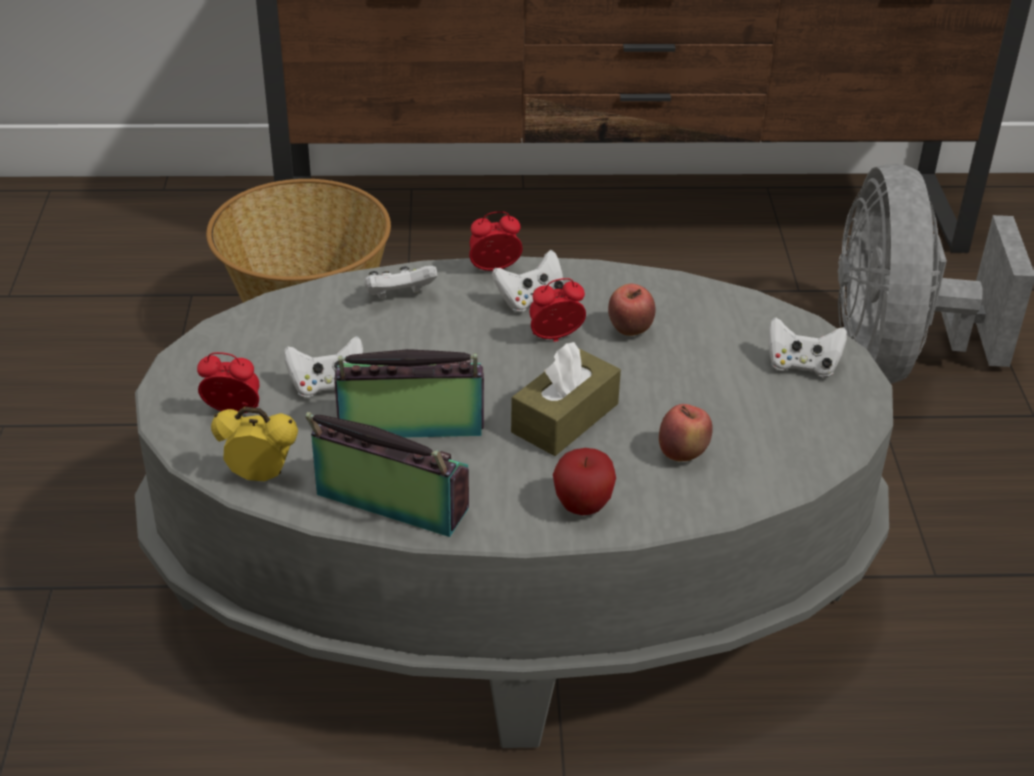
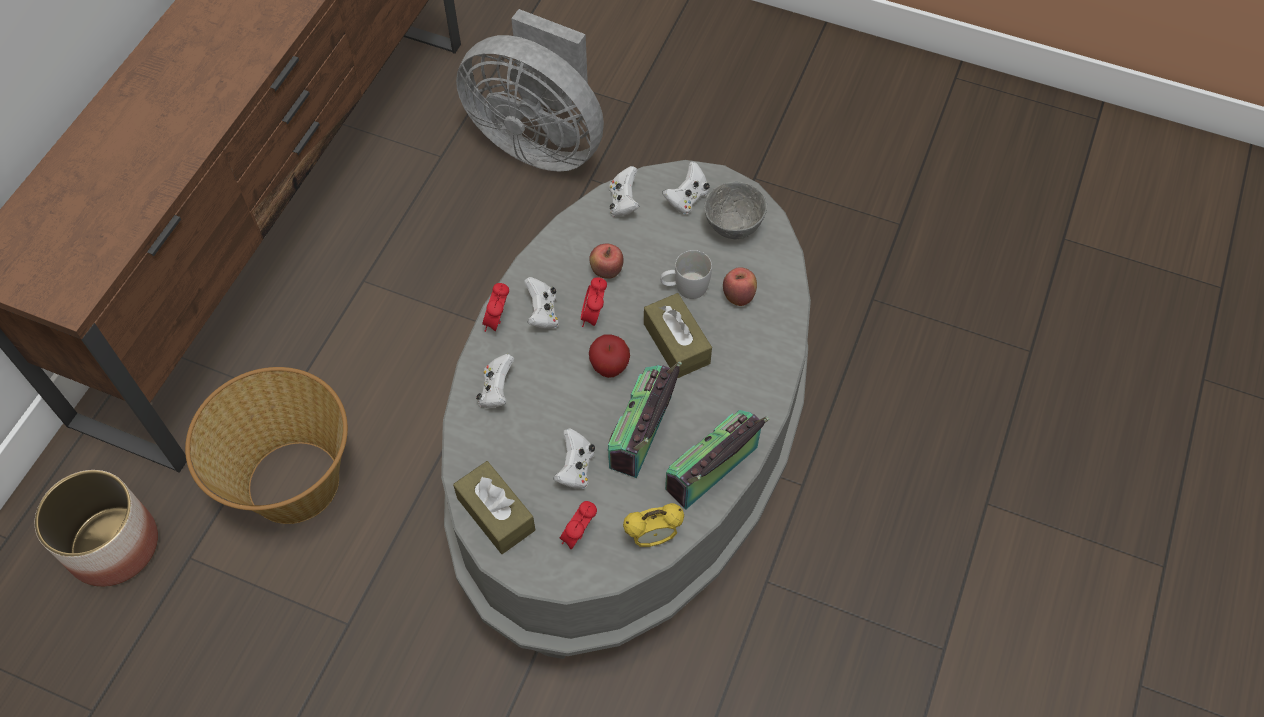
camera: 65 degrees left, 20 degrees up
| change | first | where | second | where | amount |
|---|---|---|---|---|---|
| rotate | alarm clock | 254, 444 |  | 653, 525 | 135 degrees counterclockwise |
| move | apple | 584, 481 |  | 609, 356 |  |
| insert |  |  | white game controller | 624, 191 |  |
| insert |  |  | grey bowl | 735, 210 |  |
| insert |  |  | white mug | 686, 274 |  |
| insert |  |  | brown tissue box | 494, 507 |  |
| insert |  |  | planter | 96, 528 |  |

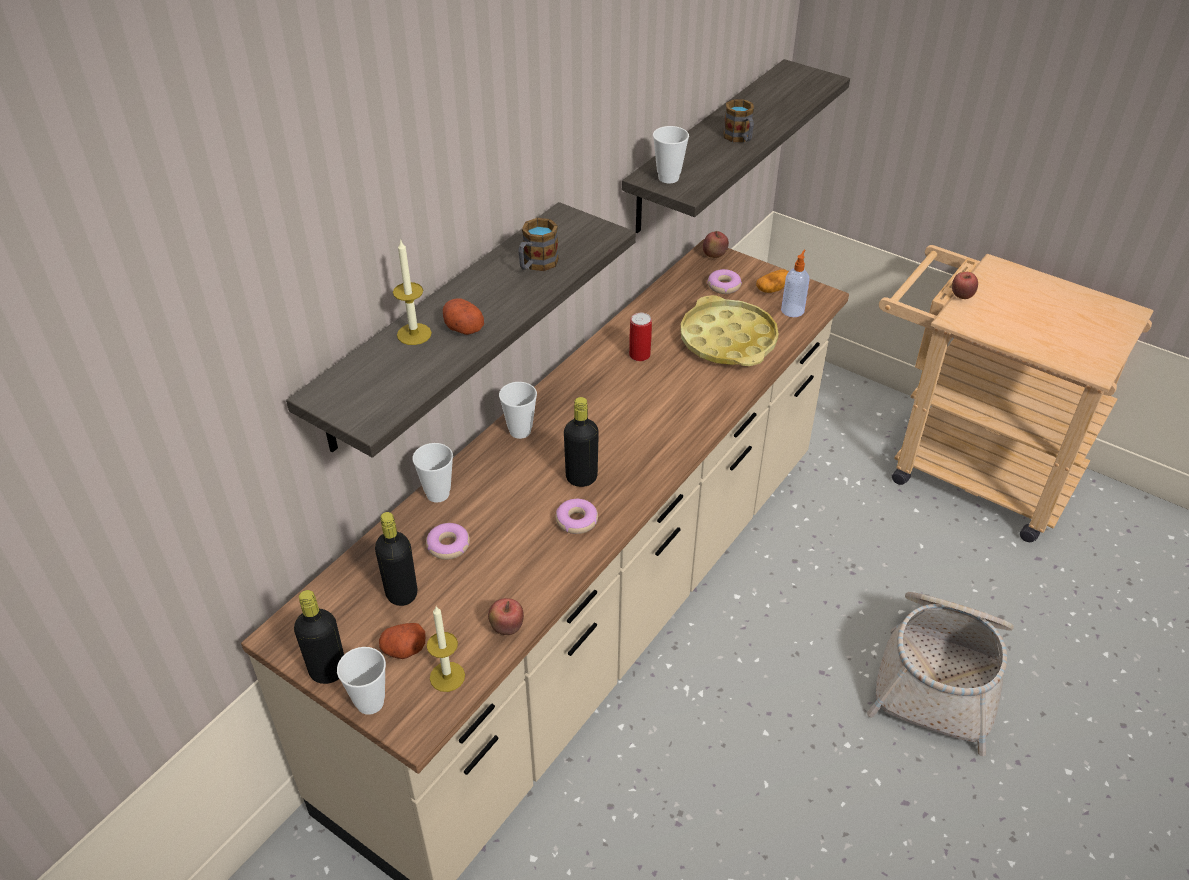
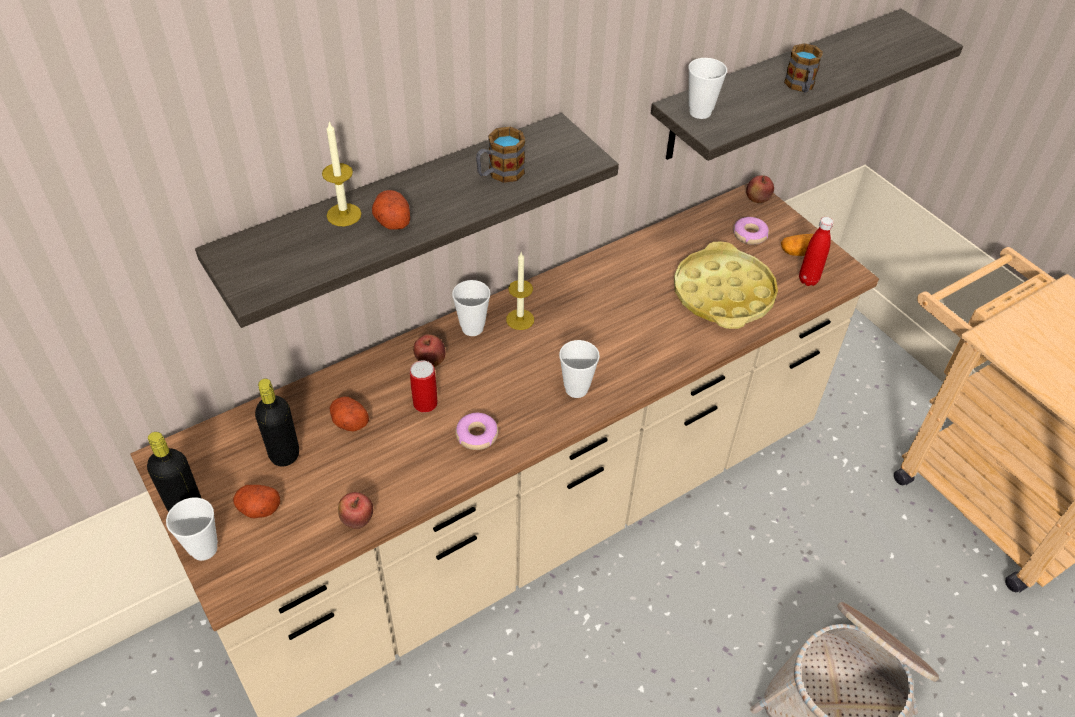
camera: 20 degrees right, 5 degrees up
| change | first | where | second | where | amount |
|---|---|---|---|---|---|
| replace | soap dispenser | 795, 283 | red bottle | 816, 251 |  |
| move | apple | 965, 285 |  | 429, 350 |  |
| move | can | 640, 337 |  | 424, 386 |  |
| delete | black bottle | 581, 442 |  |  |  |
| move | cup | 432, 473 |  | 579, 369 |  |
| replace | donut | 448, 541 | potato | 349, 414 |  |
| move | candle | 446, 649 |  | 520, 291 |  |

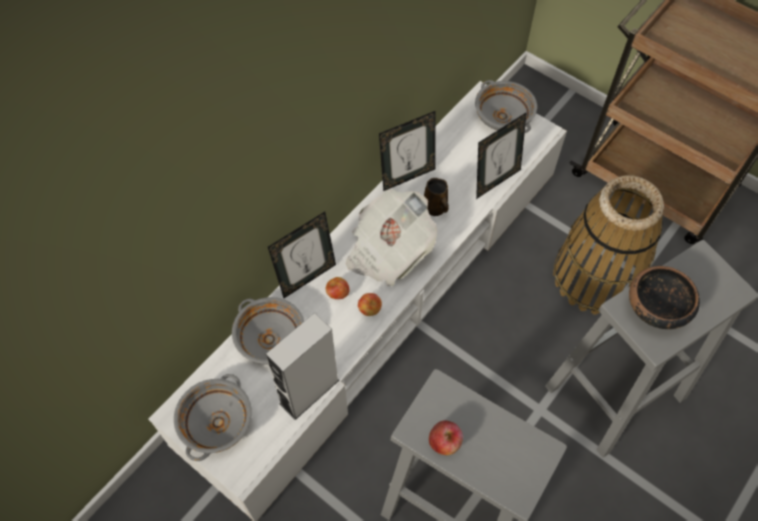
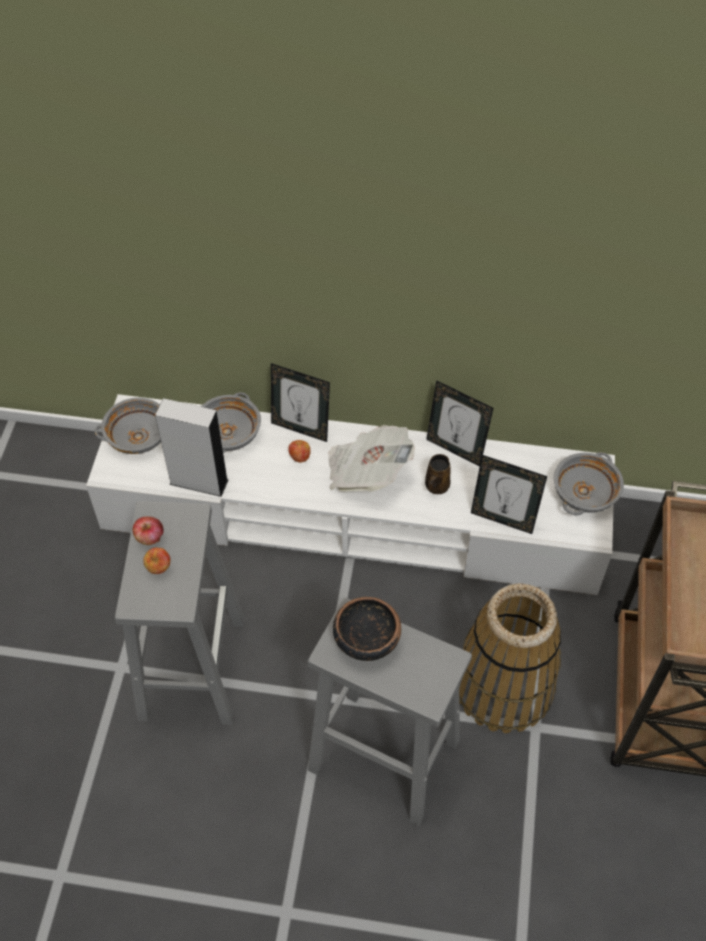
camera: 60 degrees right, 5 degrees down
| change | first | where | second | where | amount |
|---|---|---|---|---|---|
| move | apple | 370, 304 |  | 156, 560 |  |

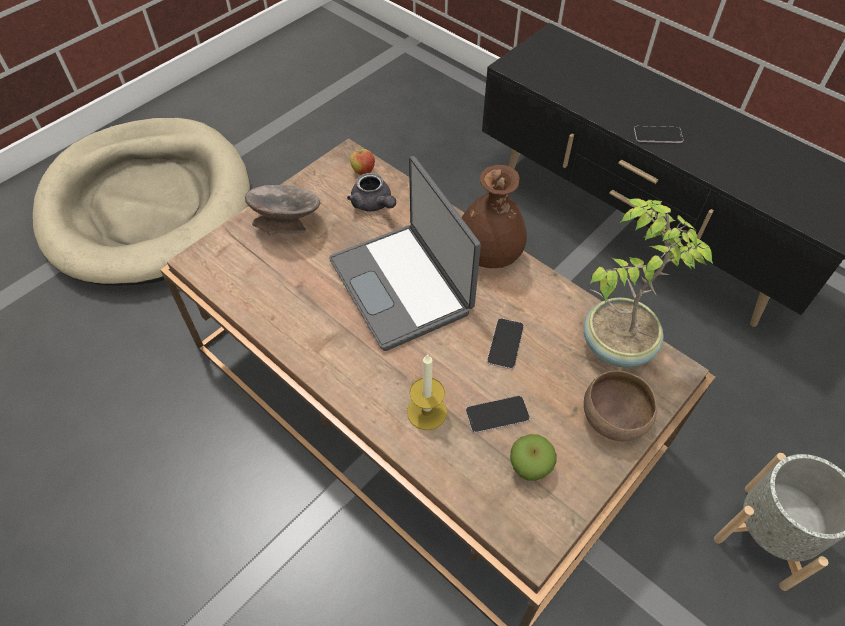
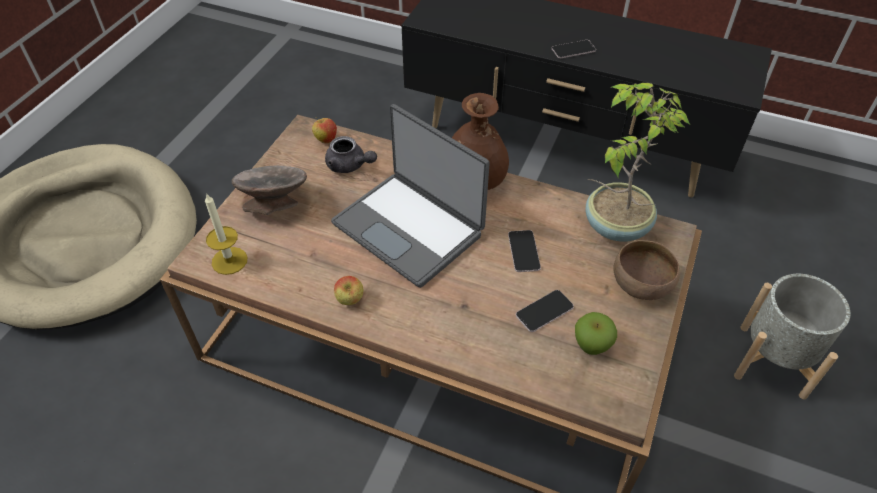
camera: 20 degrees left, 5 degrees down
| change | first | where | second | where | amount |
|---|---|---|---|---|---|
| move | candle | 427, 392 |  | 226, 234 |  |
| insert |  |  | apple | 348, 290 |  |

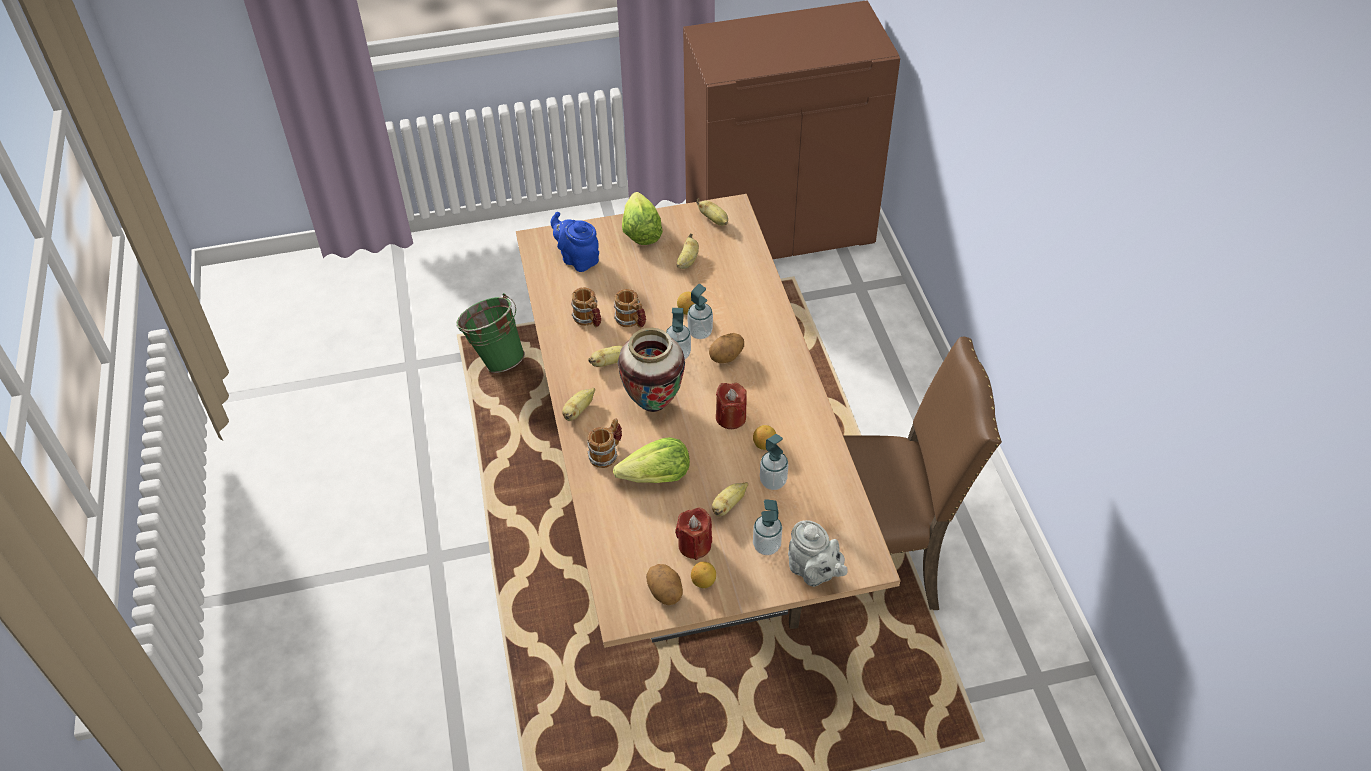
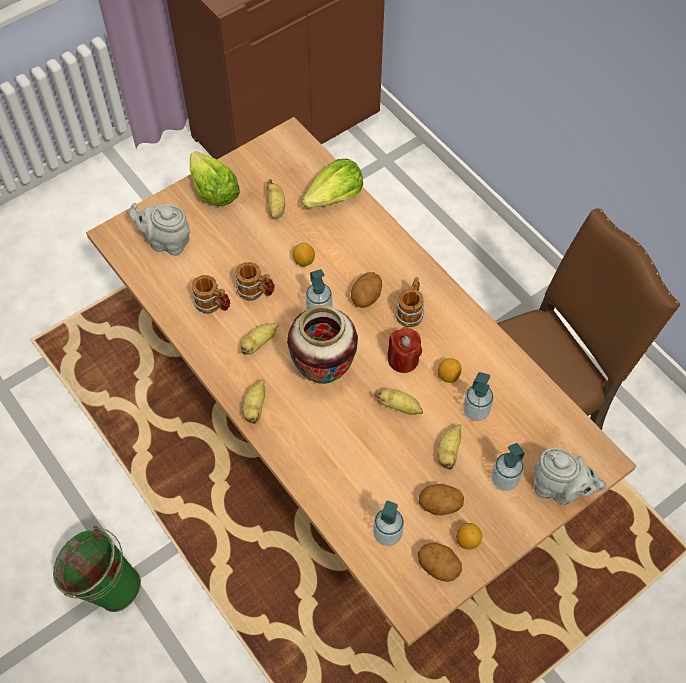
camera: 25 degrees left, 10 degrees up
| change | first | where | second | where | amount |
|---|---|---|---|---|---|
| move | banana | 712, 212 |  | 399, 401 |  |
| recolor | blue teapot | 575, 242 | grey teapot | 159, 229 |  |
| move | soap dispenser | 700, 311 |  | 388, 523 |  |
| move | green bucket | 490, 333 |  | 97, 569 |  |
| move | mug | 604, 443 |  | 409, 302 |  |
| move | lettuce | 651, 460 |  | 332, 183 |  |
| replace | red candle | 693, 534 | potato | 441, 499 |  |

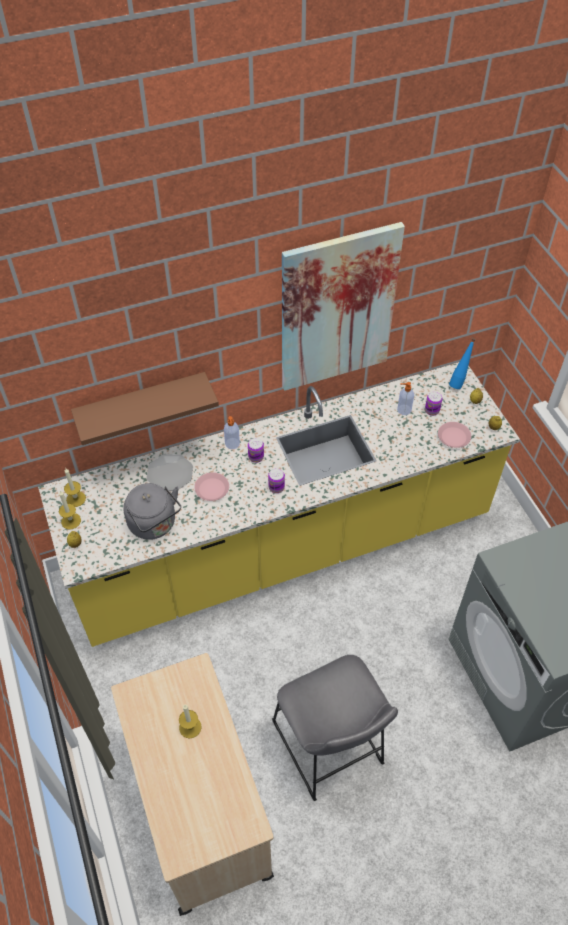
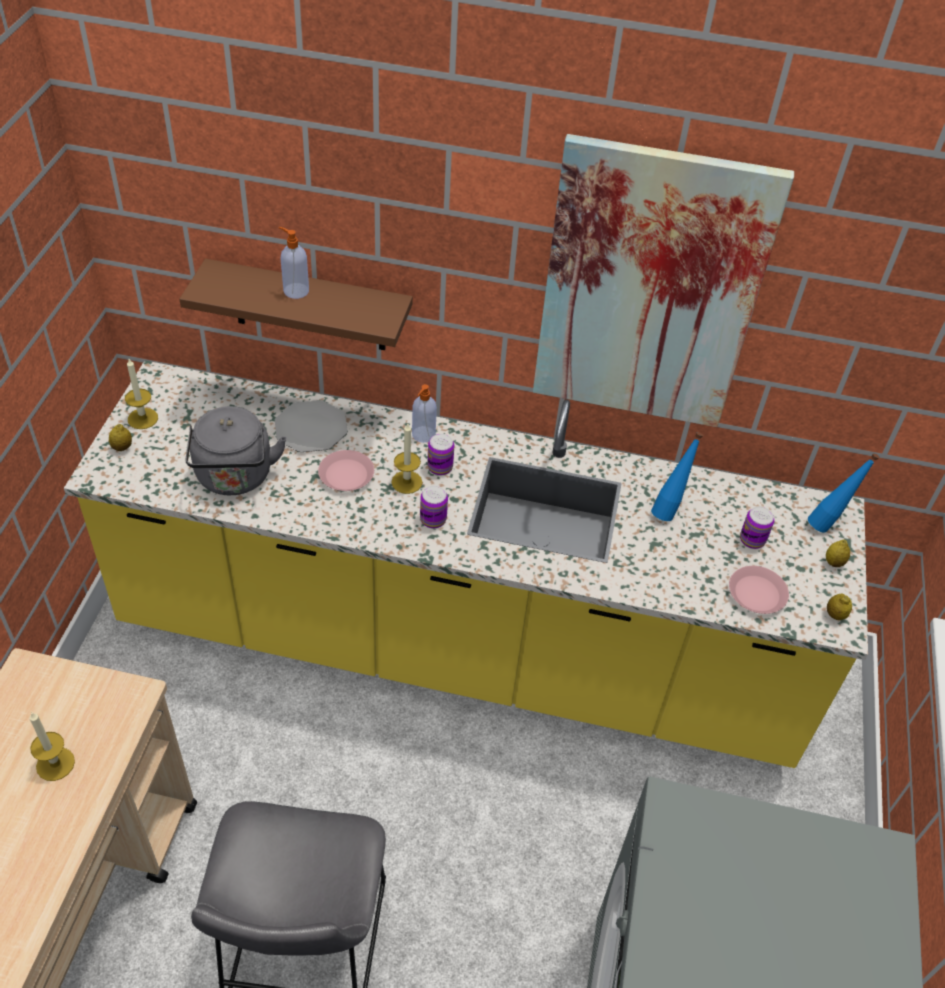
camera: 30 degrees right, 5 degrees down
| change | first | where | second | where | amount |
|---|---|---|---|---|---|
| move | soap dispenser | 405, 398 |  | 294, 263 |  |
| move | candle | 75, 488 |  | 406, 459 |  |
| insert |  |  | blue bottle | 677, 476 |  |

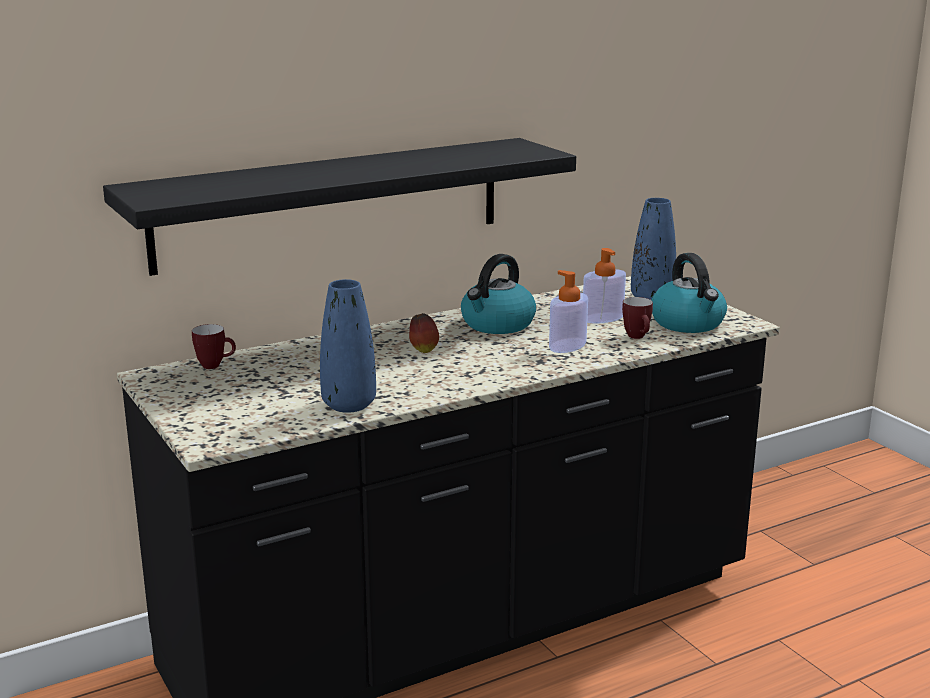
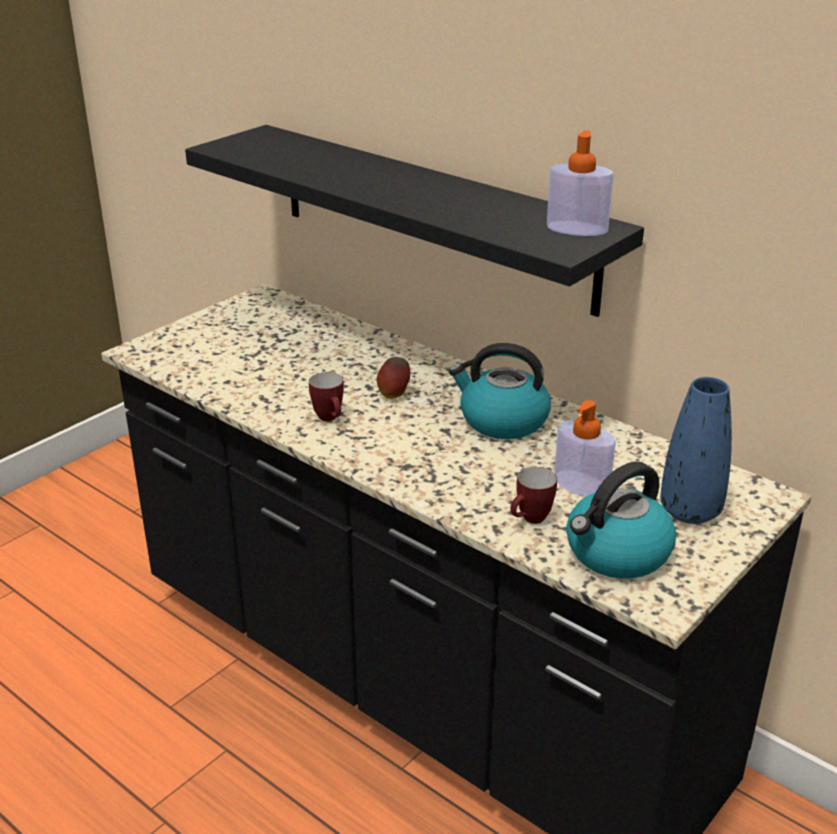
camera: 70 degrees right, 10 degrees up
| change | first | where | second | where | amount |
|---|---|---|---|---|---|
| move | soap dispenser | 568, 311 |  | 580, 183 |  |
| delete | blue vase | 348, 346 |  |  |  |
| move | mug | 214, 346 |  | 326, 396 |  |

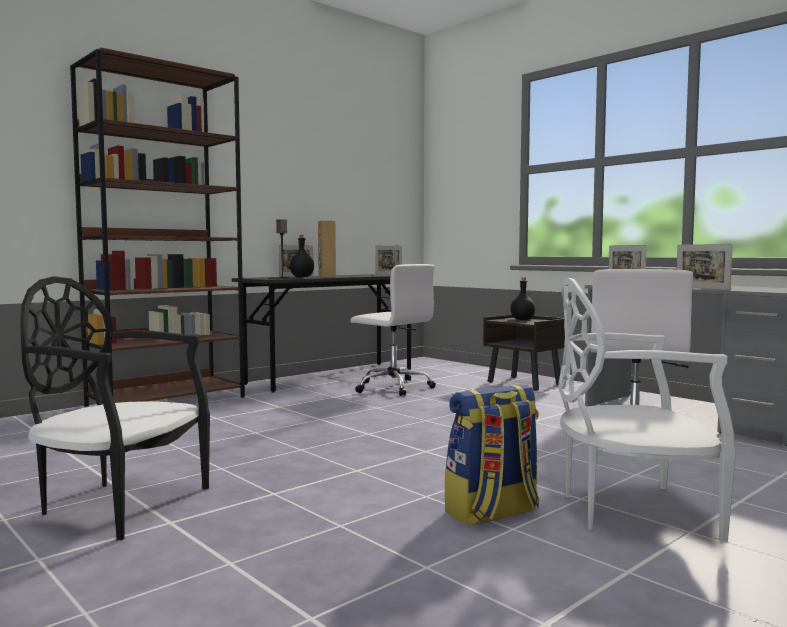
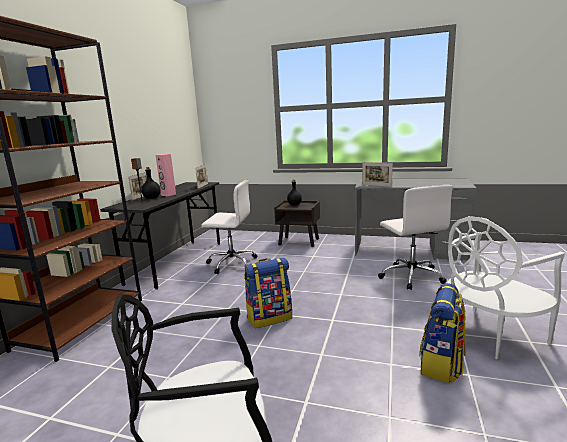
camera: 30 degrees left, 10 degrees up
| change | first | where | second | where | amount |
|---|---|---|---|---|---|
| recolor | brown speaker | 327, 249 | pink speaker | 166, 175 |  |
| delete | picture frame | 705, 267 |  |  |  |
| insert |  |  | backpack | 268, 293 |  |

